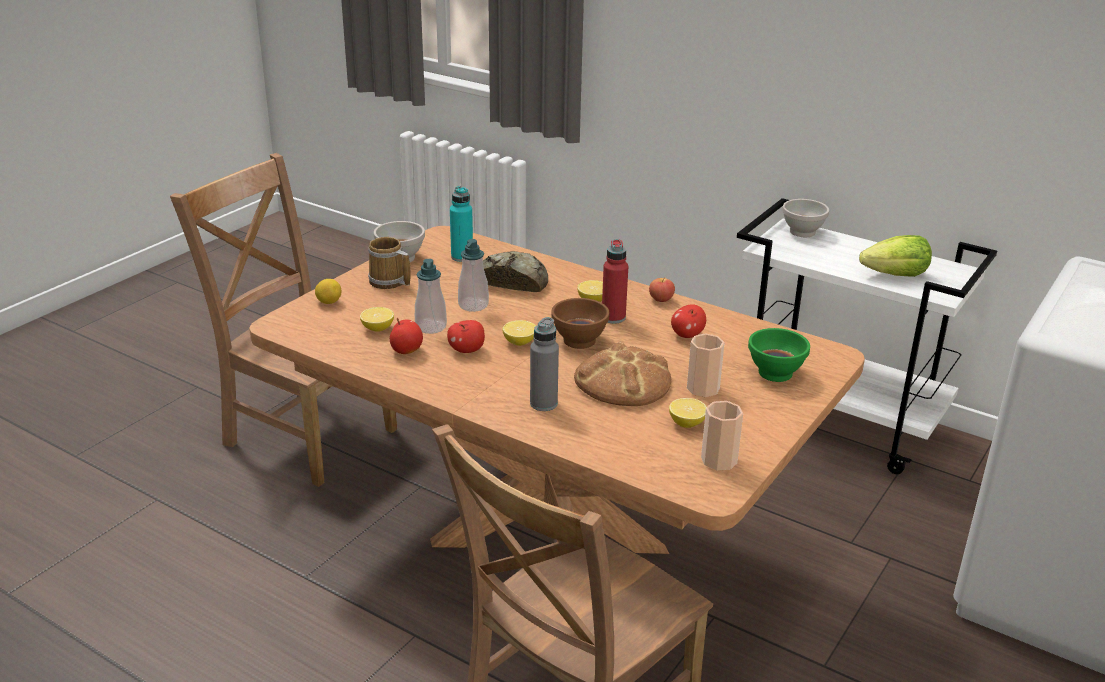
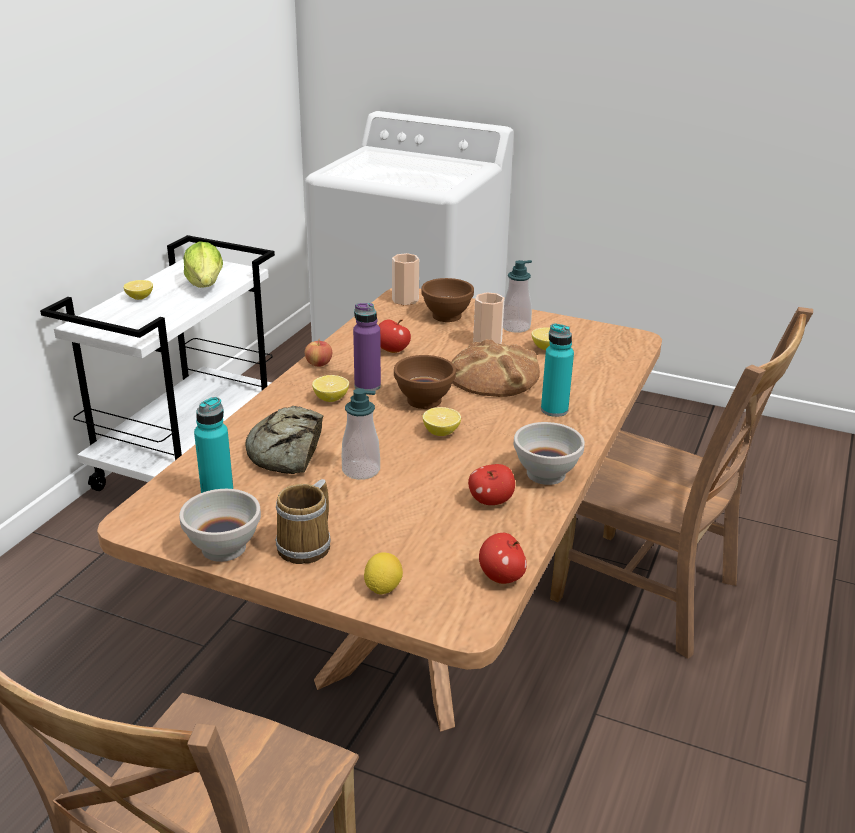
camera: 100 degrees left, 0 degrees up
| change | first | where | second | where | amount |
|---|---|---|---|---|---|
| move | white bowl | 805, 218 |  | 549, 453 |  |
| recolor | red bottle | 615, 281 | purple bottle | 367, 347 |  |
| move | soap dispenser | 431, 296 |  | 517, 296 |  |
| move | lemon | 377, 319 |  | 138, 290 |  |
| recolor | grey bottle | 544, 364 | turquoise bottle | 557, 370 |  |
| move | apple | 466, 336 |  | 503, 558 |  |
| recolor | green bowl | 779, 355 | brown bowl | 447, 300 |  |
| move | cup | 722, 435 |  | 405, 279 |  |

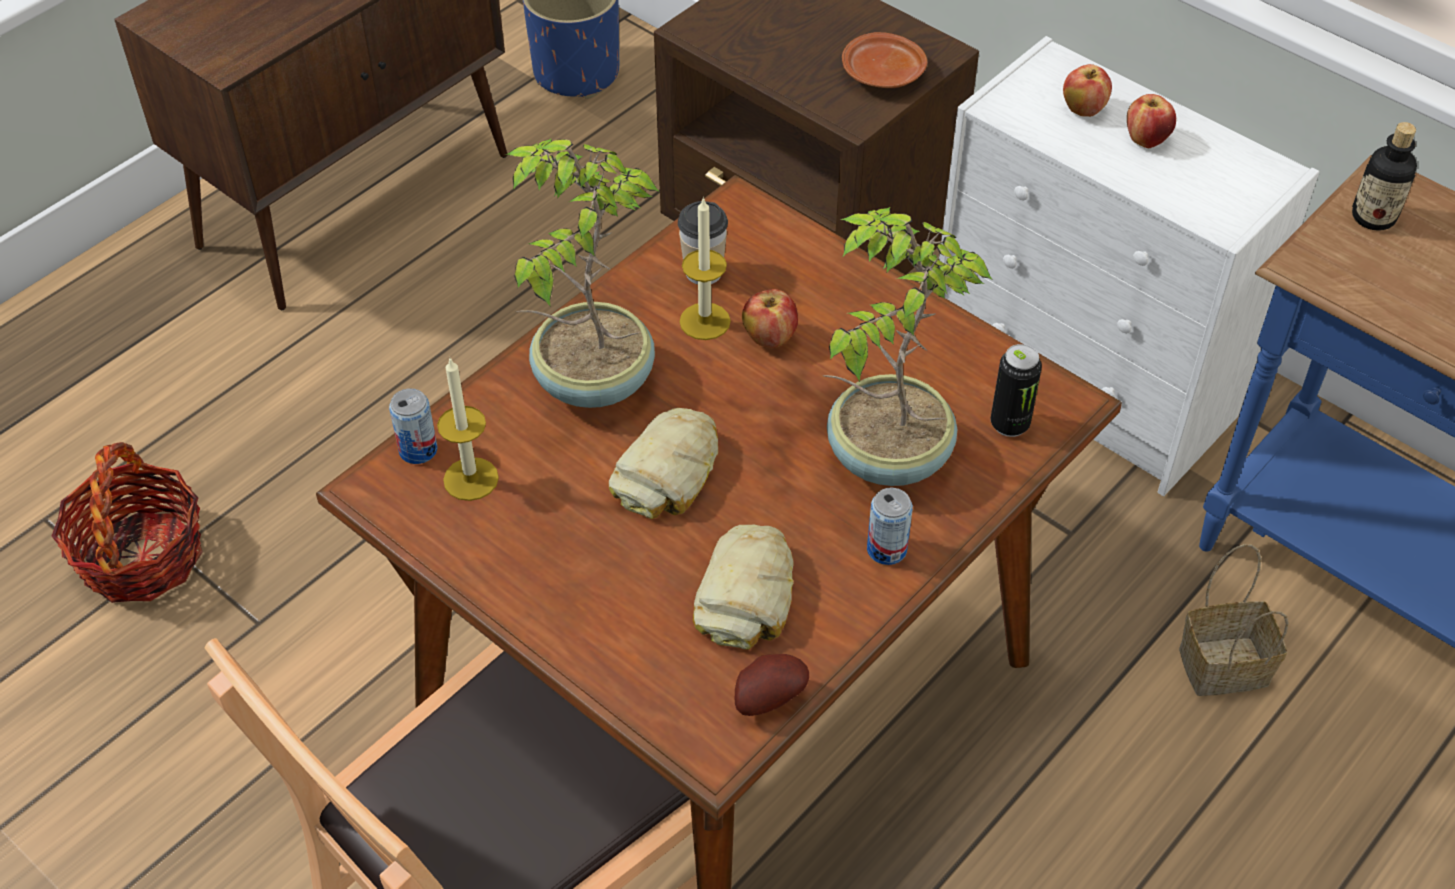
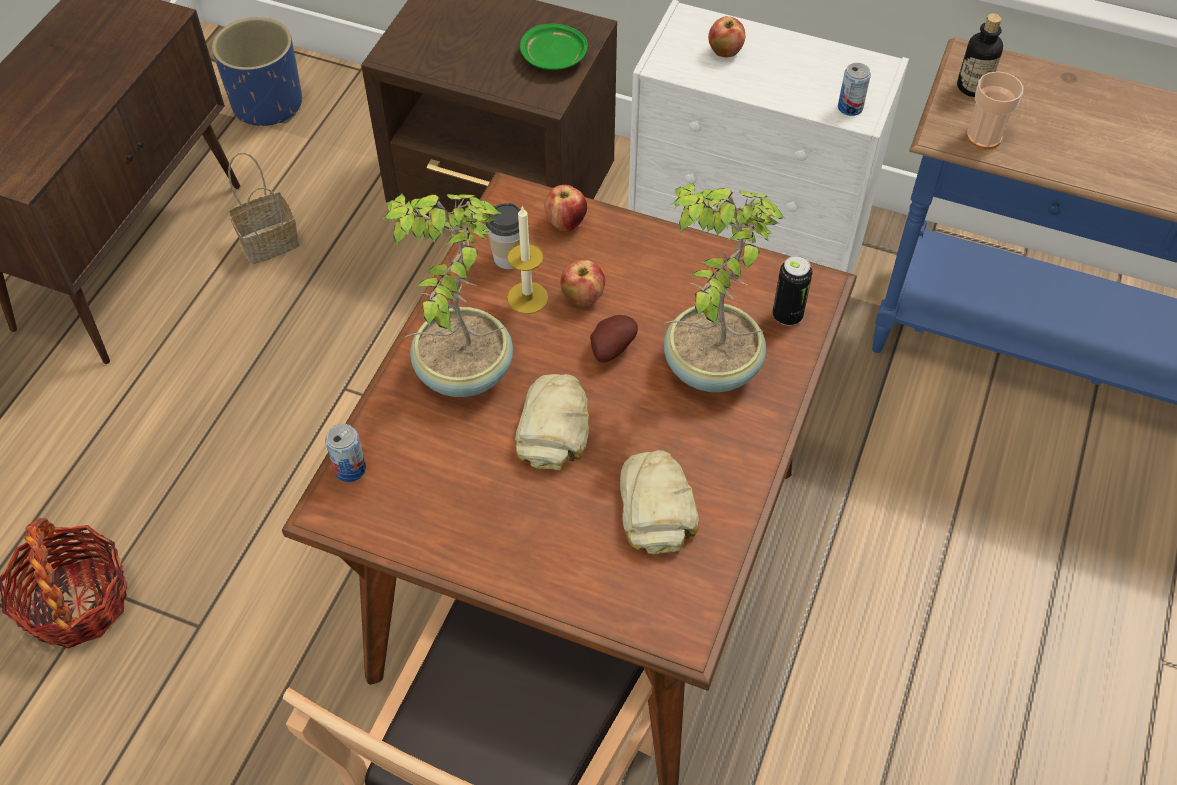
camera: 20 degrees left, 5 degrees up
| change | first | where | second | where | amount |
|---|---|---|---|---|---|
| recolor | brown plate | 884, 60 | green plate | 554, 47 |  |
| move | apple | 1151, 121 |  | 565, 208 |  |
| delete | candle | 468, 429 |  |  |  |
| move | can | 890, 526 |  | 854, 89 |  |
| move | basket | 1234, 620 |  | 264, 208 |  |
| move | potato | 772, 685 |  | 614, 339 |  |
| insert |  |  | cup | 995, 110 |  |

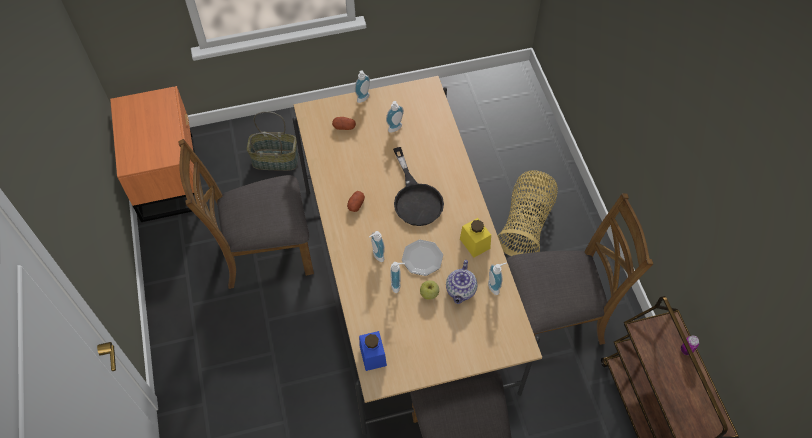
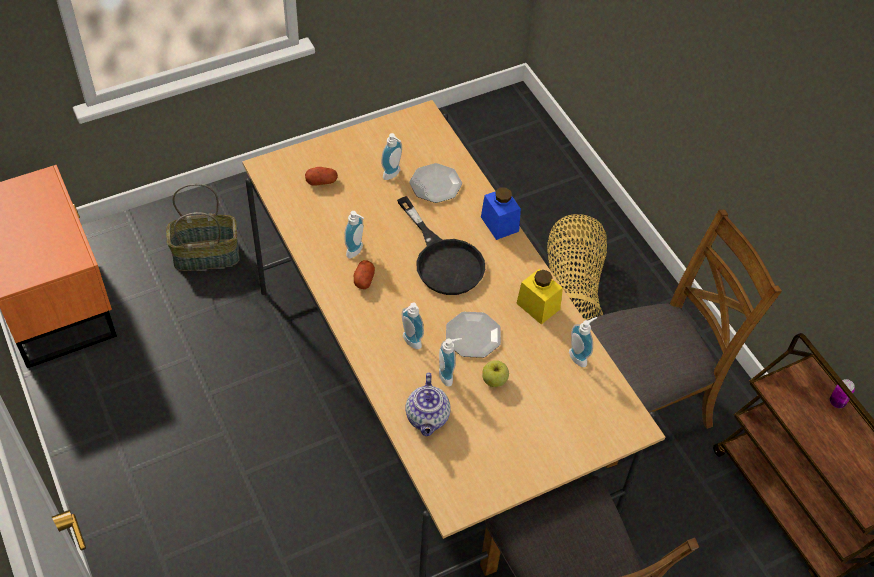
camera: 15 degrees left, 5 degrees down
| change | first | where | second | where | amount |
|---|---|---|---|---|---|
| move | soap dispenser | 362, 86 |  | 354, 234 |  |
| delete | brown chair | 246, 214 |  |  |  |
| move | teapot | 461, 282 |  | 428, 404 |  |
| move | blue jar | 373, 351 |  | 501, 213 |  |
| insert |  |  | plate | 435, 183 |  |

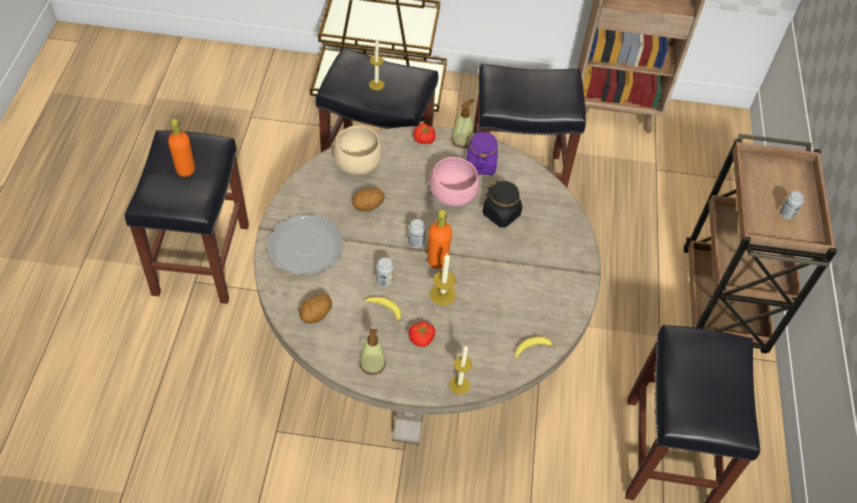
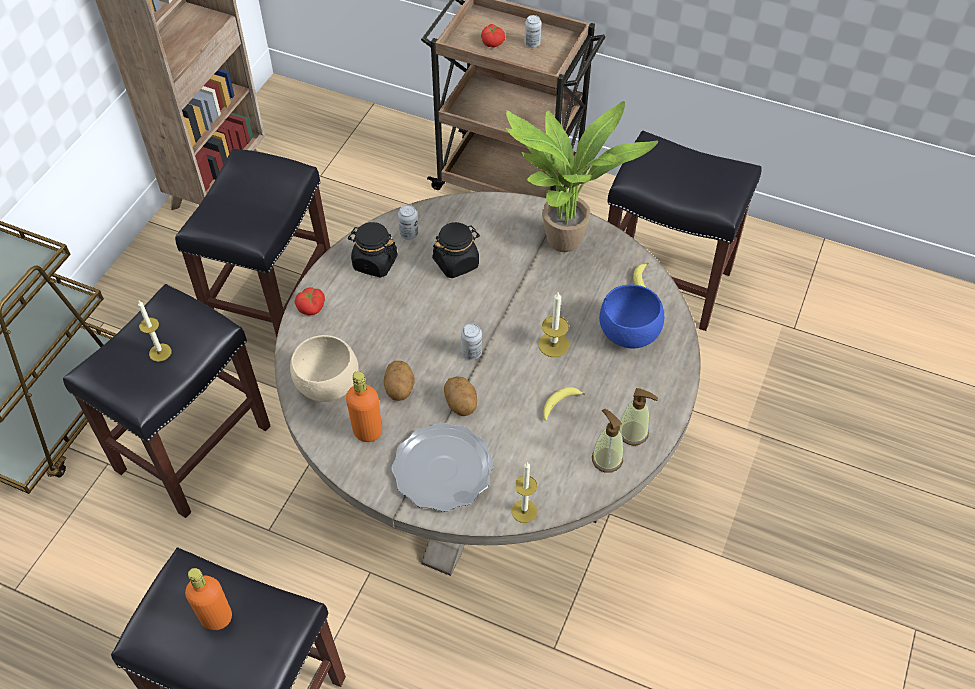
camera: 70 degrees left, 0 degrees up
| change | first | where | second | where | amount |
|---|---|---|---|---|---|
| move | soap dispenser | 463, 123 |  | 607, 440 |  |
| recolor | purple jar | 482, 153 | black jar | 373, 250 |  |
| delete | pink bowl | 454, 181 |  |  |  |
| move | orange bottle | 439, 239 |  | 364, 406 |  |
| move | can | 385, 272 |  | 408, 222 |  |
| move | potato | 315, 308 |  | 460, 396 |  |
| move | tomato | 421, 334 |  | 493, 35 |  |
| move | candle | 460, 370 |  | 524, 492 |  |
| insert |  |  | potted plant | 582, 176 |  |
| insert |  |  | blue bowl | 631, 316 |  |

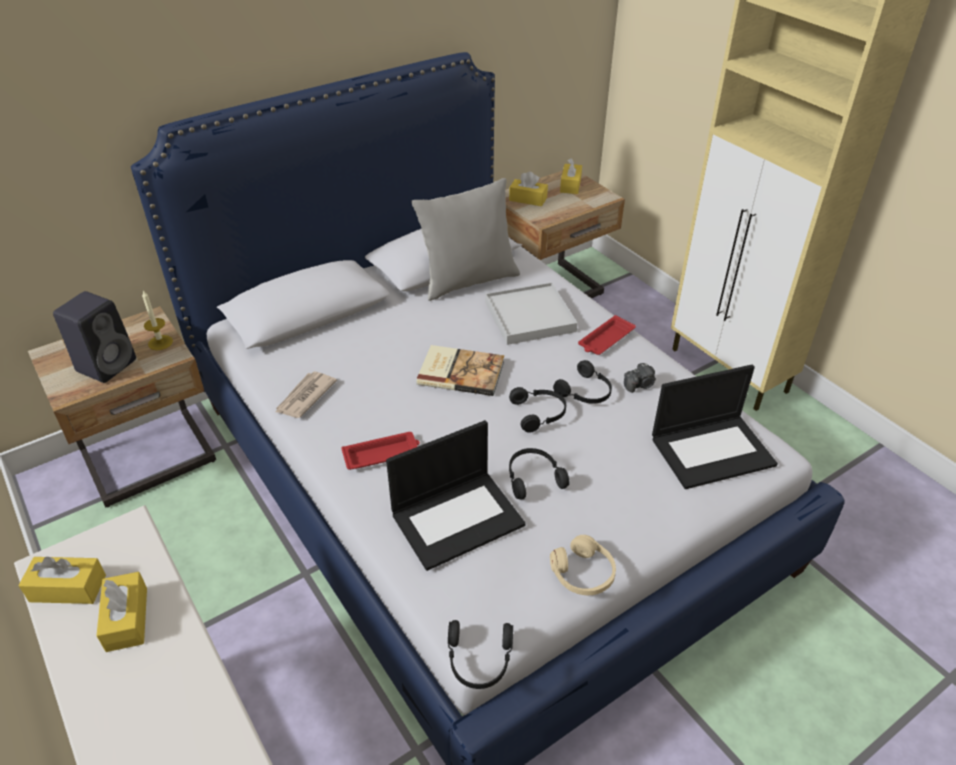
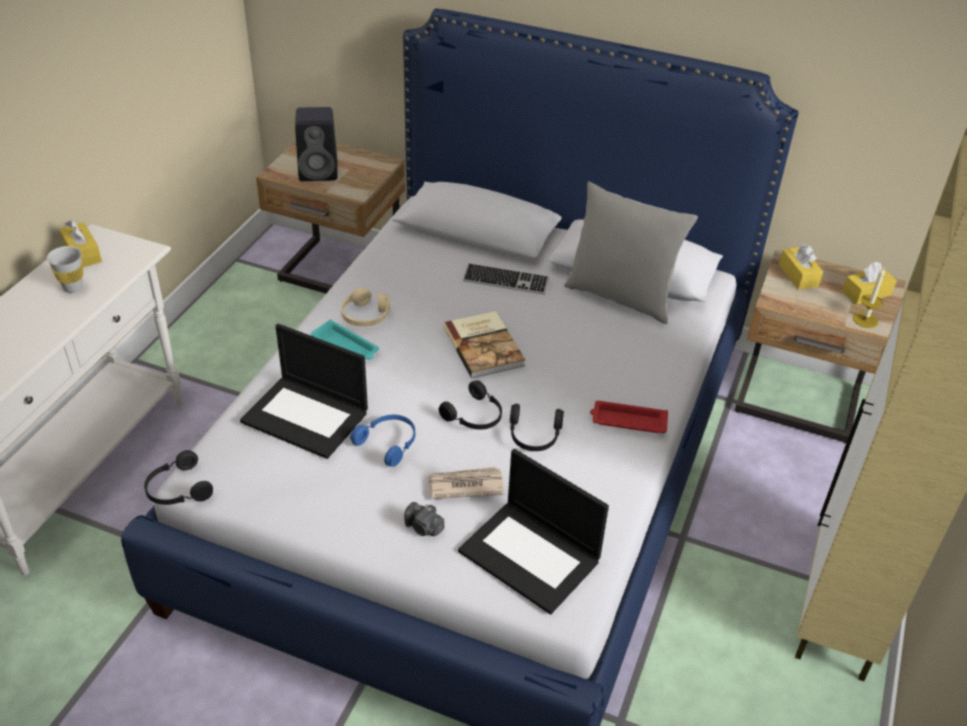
camera: 55 degrees right, 0 degrees up
| change | first | where | second | where | amount |
|---|---|---|---|---|---|
| delete | white tray | 531, 313 |  |  |  |
| move | candle | 157, 320 |  | 869, 297 |  |
| move | photo camera | 640, 378 |  | 424, 519 |  |
| move | newspaper | 306, 395 |  | 465, 483 |  |
| recolor | red tray | 381, 451 | turquoise tray | 345, 340 |  |
| recolor | black headphones | 539, 474 | blue headphones | 382, 441 |  |
| move | beige headphones | 583, 565 |  | 365, 307 |  |
| replace | yellow tissue box | 121, 612 | white cup | 65, 269 |  |
| insert |  |  | keyboard | 506, 279 |  |

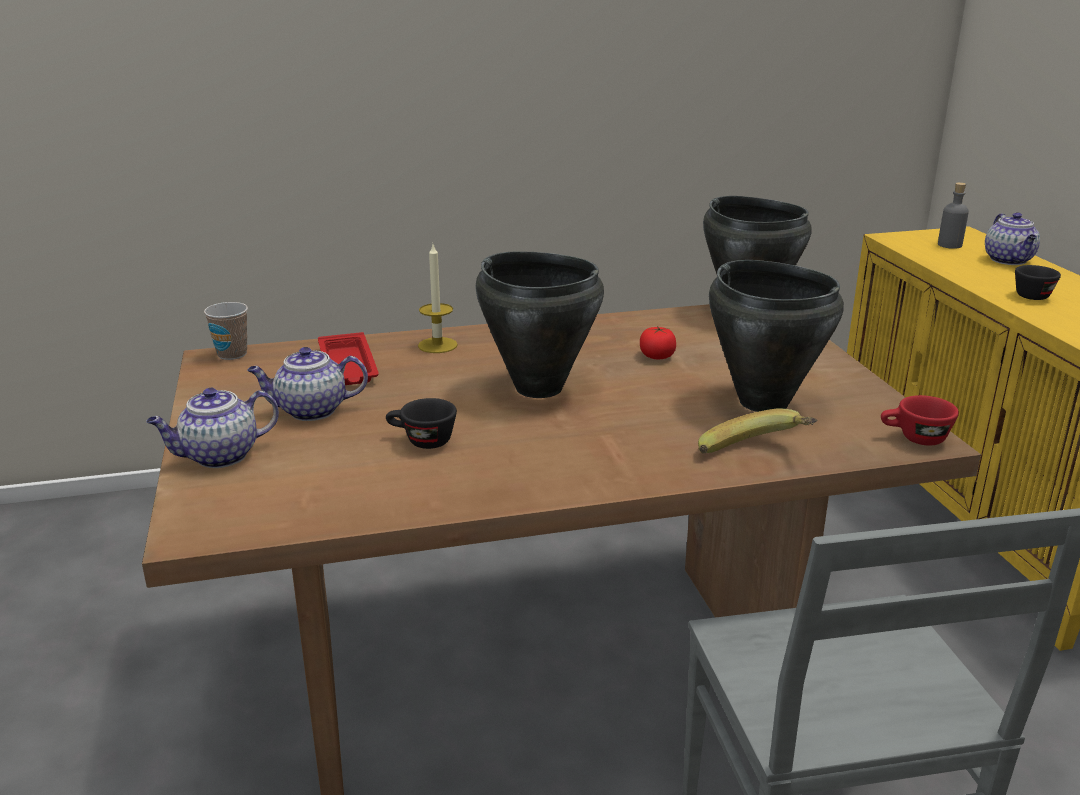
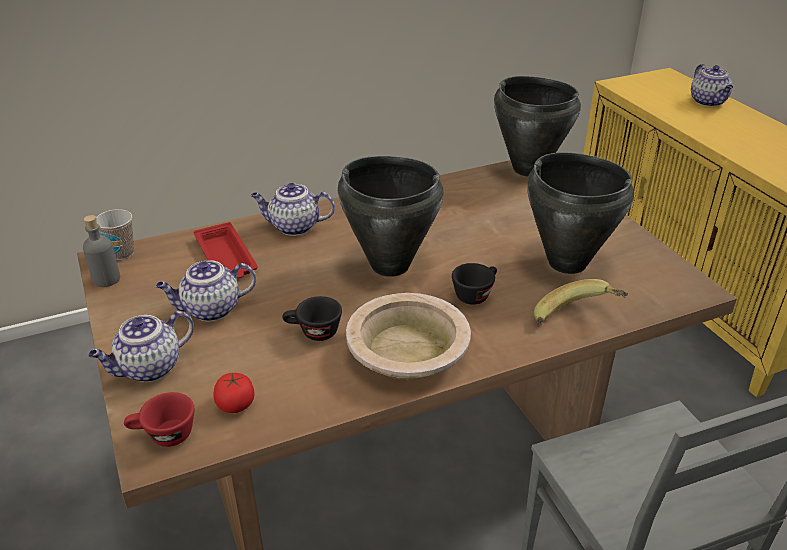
camera: 10 degrees left, 10 degrees up
| change | first | where | second | where | amount |
|---|---|---|---|---|---|
| move | grey bottle | 953, 215 |  | 101, 251 |  |
| replace | candle | 438, 299 | teapot | 293, 209 |  |
| move | black cup | 1038, 282 |  | 474, 283 |  |
| move | tomato | 658, 342 |  | 234, 393 |  |
| move | red cup | 920, 420 |  | 159, 419 |  |
| insert |  |  | beige bowl | 408, 336 |  |

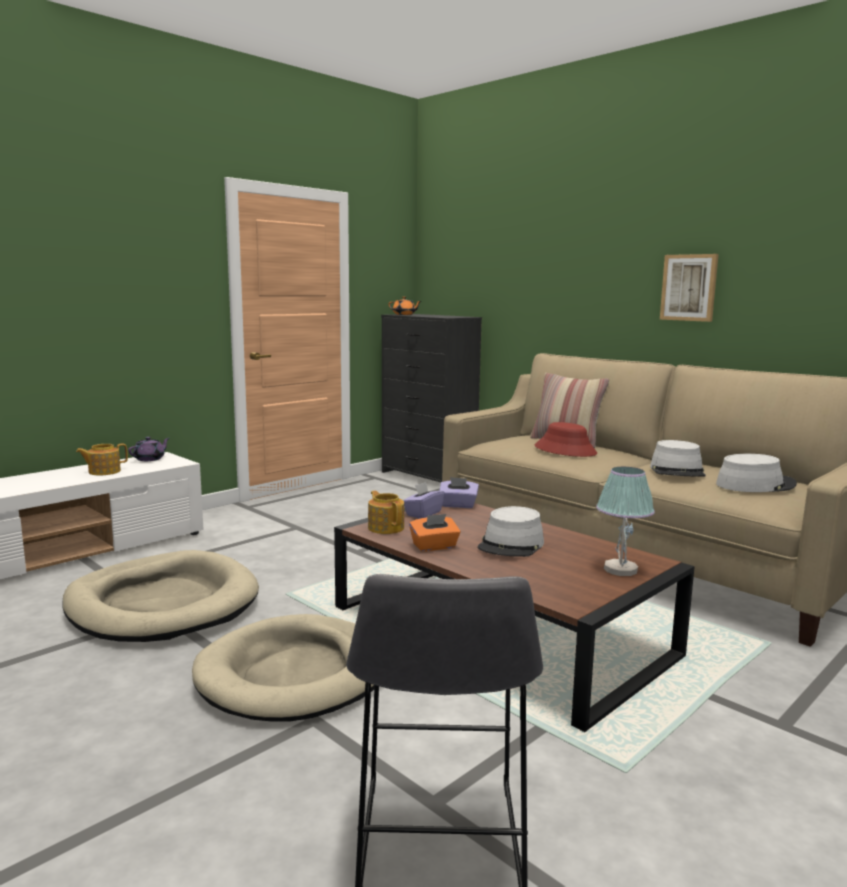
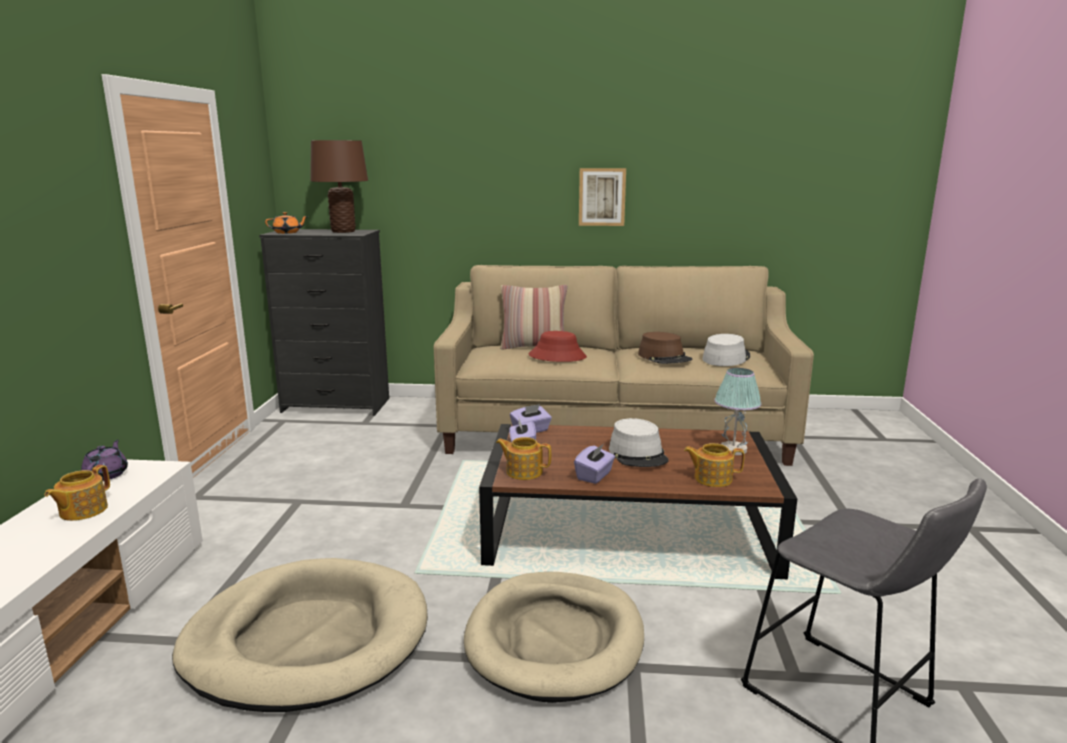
camera: 40 degrees left, 5 degrees up
| change | first | where | second | where | amount |
|---|---|---|---|---|---|
| recolor | grey hat | 678, 458 | brown hat | 665, 348 |  |
| recolor | orange tissue box | 434, 533 | purple tissue box | 594, 464 |  |
| insert |  |  | brown table lamp | 339, 186 |  |
| insert |  |  | teapot | 714, 465 |  |

